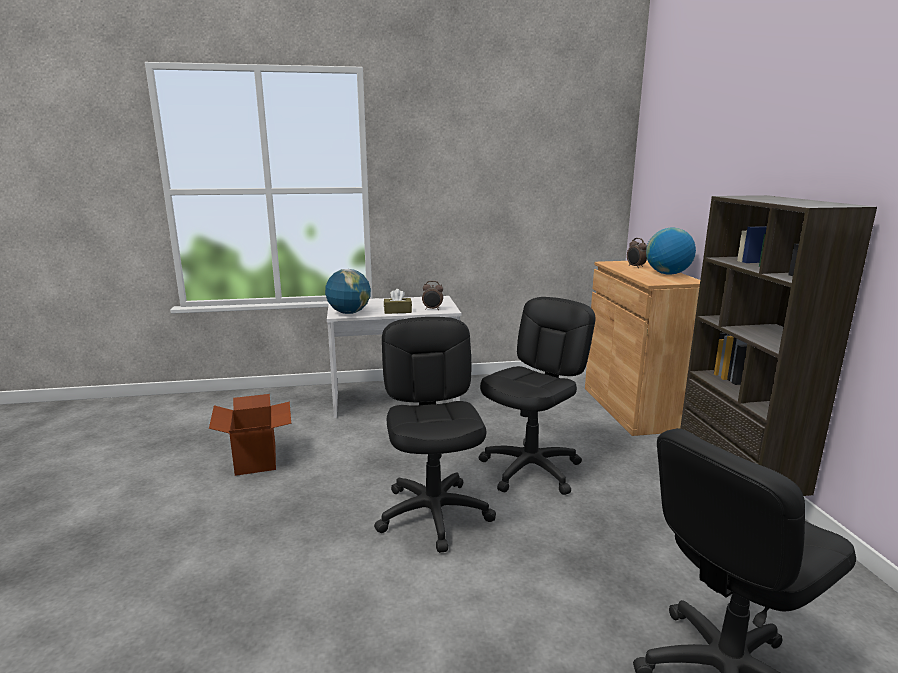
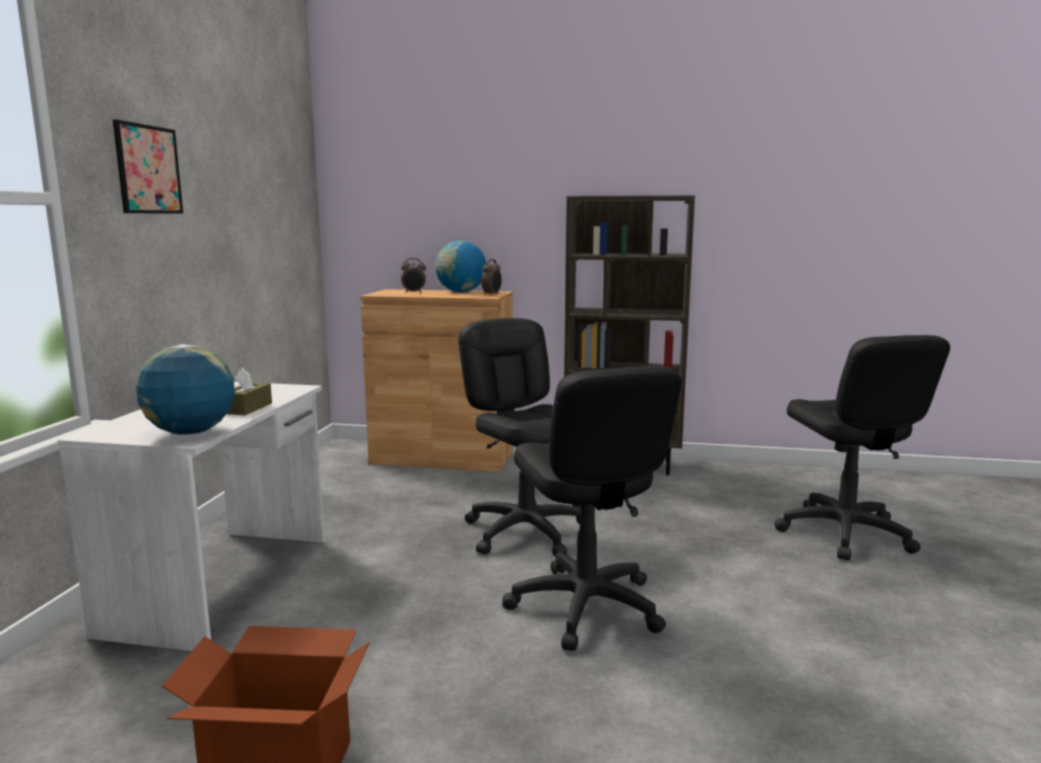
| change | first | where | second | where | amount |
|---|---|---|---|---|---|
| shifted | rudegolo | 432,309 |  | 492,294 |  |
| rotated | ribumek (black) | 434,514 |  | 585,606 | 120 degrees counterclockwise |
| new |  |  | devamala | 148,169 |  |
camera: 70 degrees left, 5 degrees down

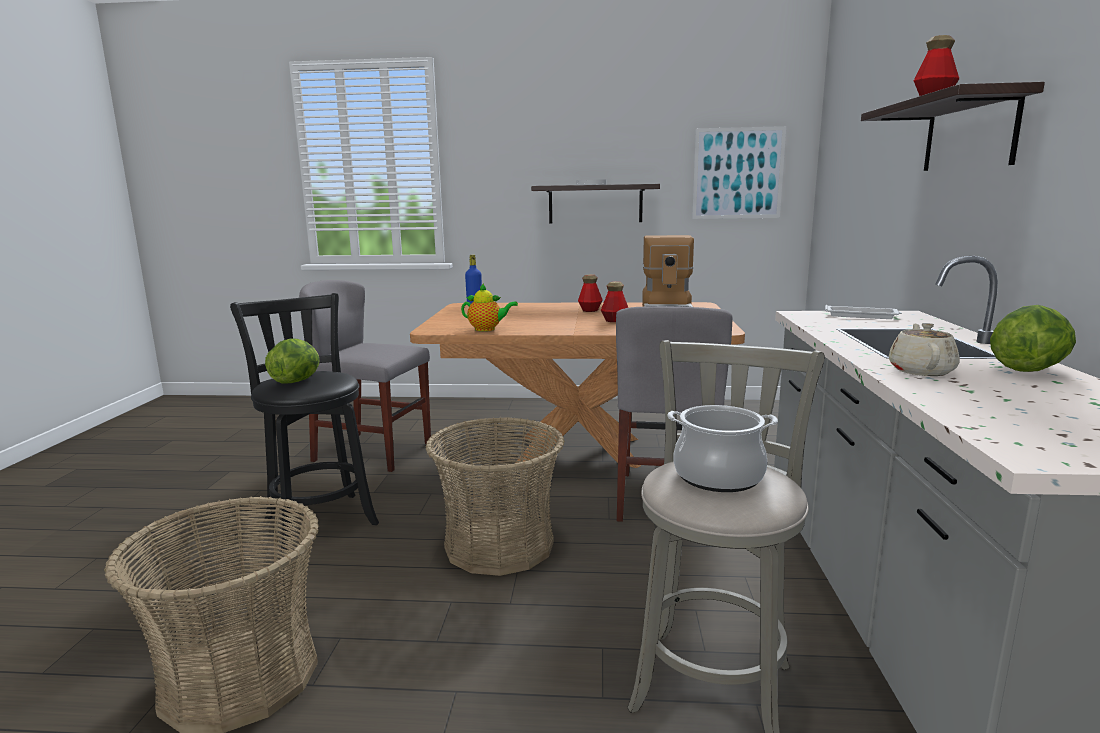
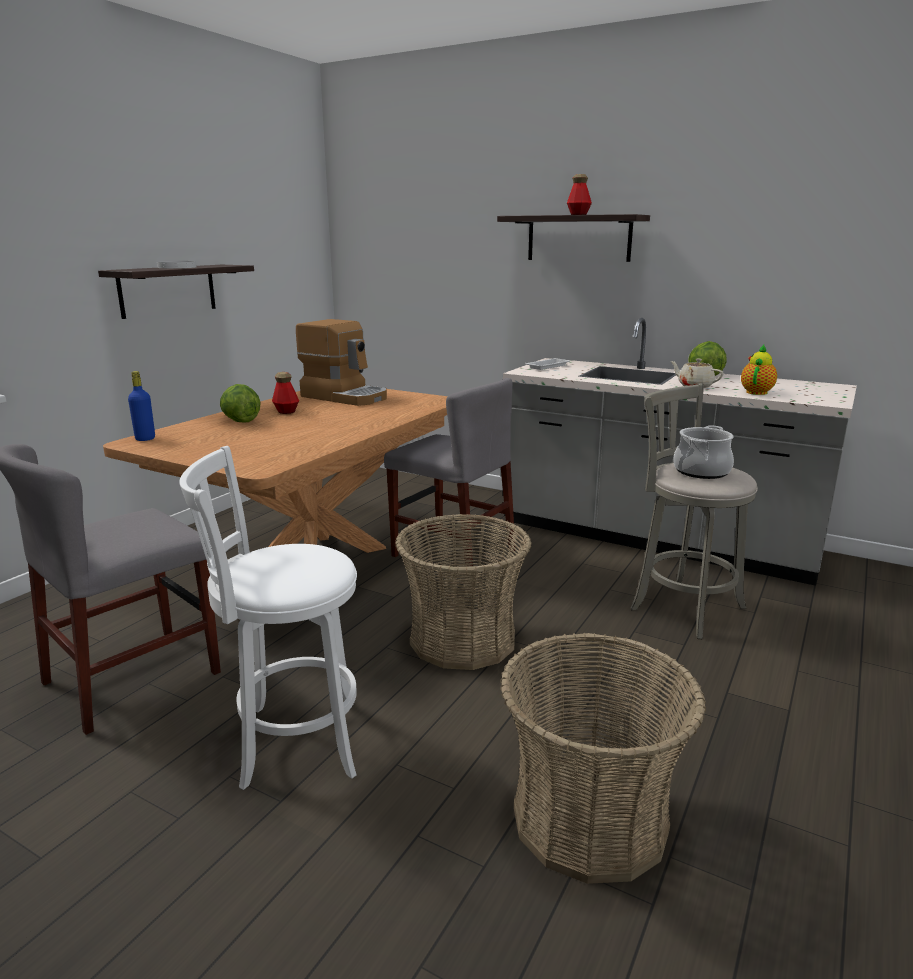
| change | first | where | second | where | amount |
|---|---|---|---|---|---|
| gone | devamala | 738,173 |  |  |  |
| gone | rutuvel | 614,320 |  |  |  |
| shifted | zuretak | 487,329 |  | 757,392 |  |
| repainted | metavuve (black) | 319,518 | metavuve (white) | 292,741 |  |
| shifted | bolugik | 297,381 |  | 240,421 |  |
camera: 65 degrees left, 5 degrees up

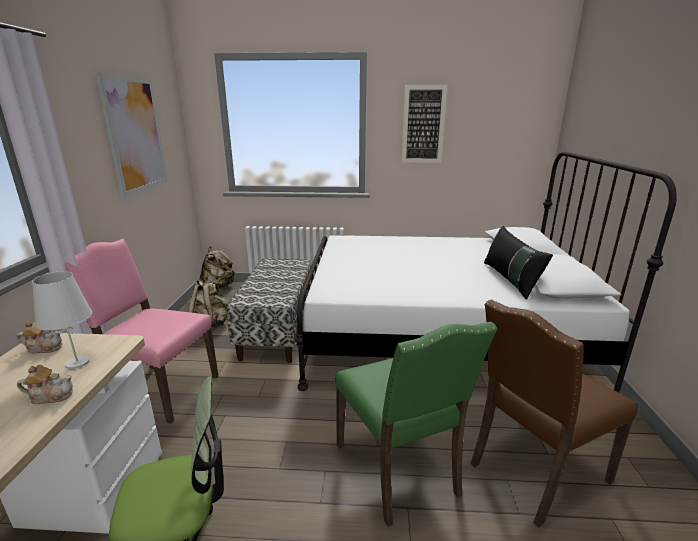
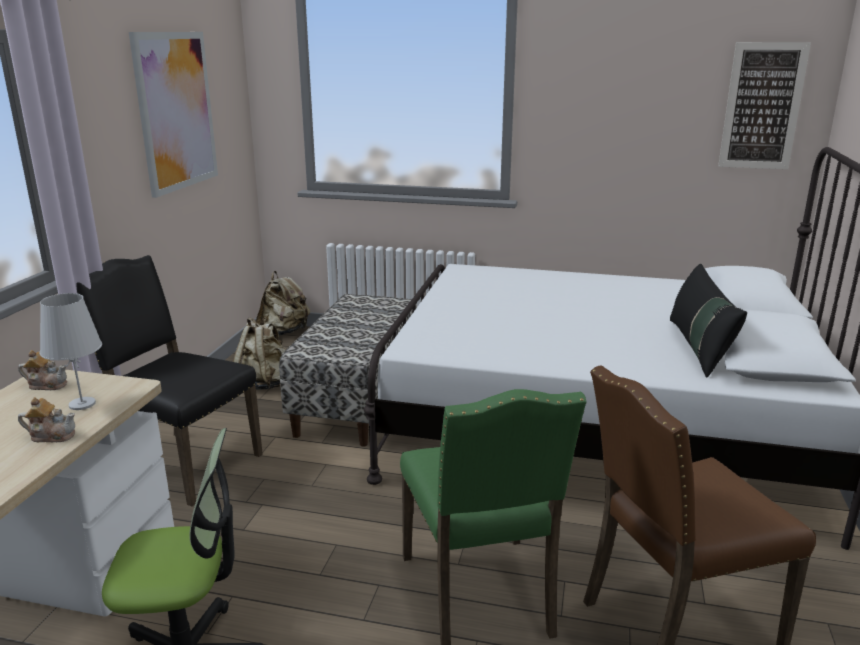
| change | first | where | second | where | amount |
|---|---|---|---|---|---|
| shifted | devamala | 423,125 |  | 762,106 |  |
| repainted | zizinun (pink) | 160,389 | zizinun (black) | 184,463 |  |
camera: 10 degrees right, 0 degrees up

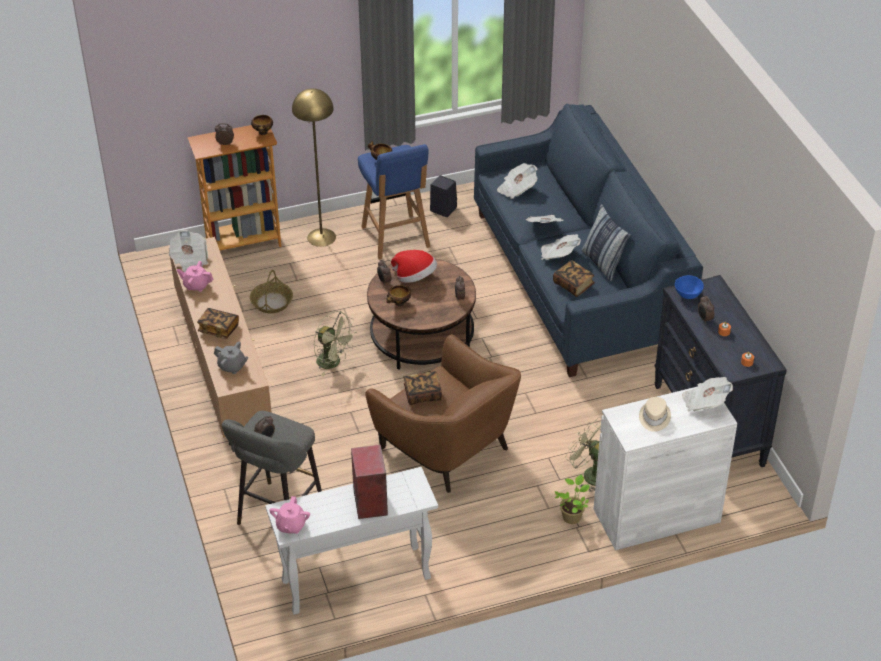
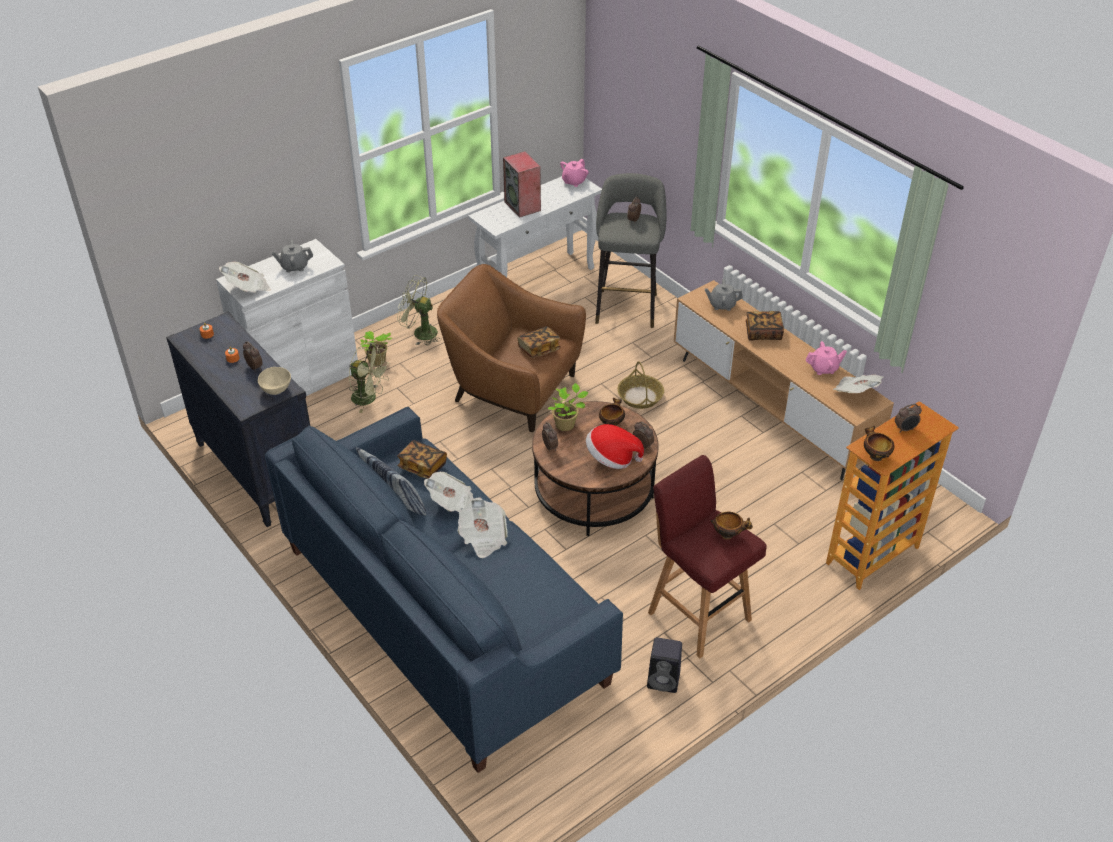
| change | first | where | second | where | amount |
|---|---|---|---|---|---|
| gone | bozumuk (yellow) | 321,237 |  |  |  |
| repainted | metavuve (blue) | 396,238 | metavuve (red) | 697,614 |  |
| gone | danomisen | 517,189 |  |  |  |
| shifted | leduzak | 272,302 |  | 640,396 |  |
| repainted | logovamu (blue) | 687,295 | logovamu (beige) | 276,389 |  |
| shifted | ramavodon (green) | 333,363 |  | 420,333 |  |
| swapped | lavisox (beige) | 654,418 | zuretak (grey) | 294,266 |  |
| rotated | zuretak (pink) | 291,526 |  | 574,181 | 135 degrees counterclockwise |
| new |  |  | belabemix | 566,425 |  |
camera: 160 degrees right, 0 degrees up

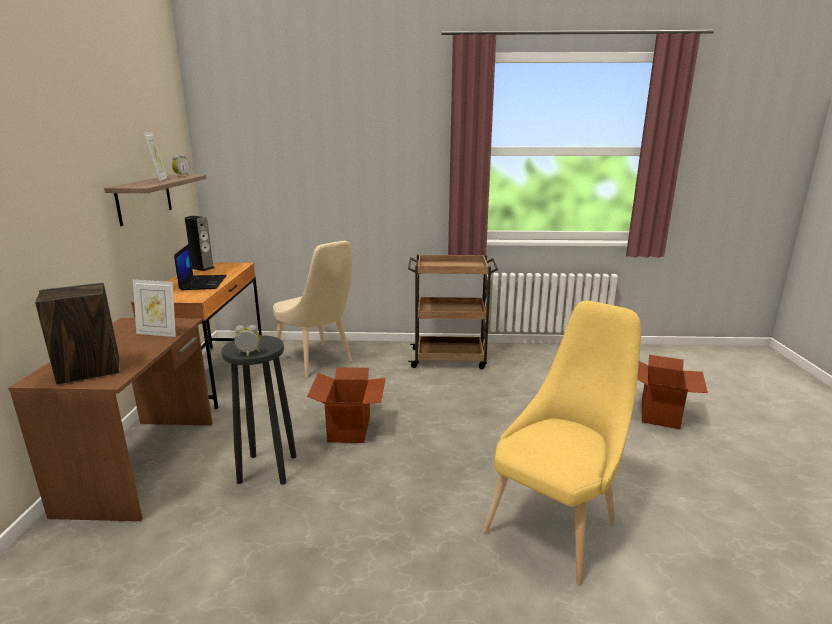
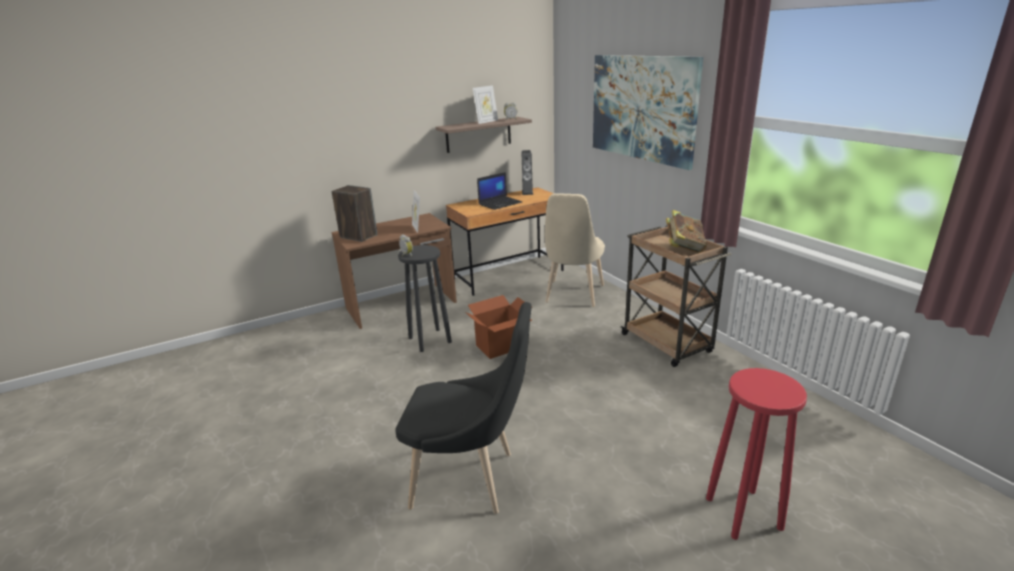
| change | first | where | second | where | amount |
|---|---|---|---|---|---|
| repainted | zizinun (yellow) | 556,523 | zizinun (black) | 471,479 |  |
| swapped | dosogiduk | 660,414 | metavuve (red) | 744,514 |  |
| new |  |  | devamala | 641,108 |  |
| new |  |  | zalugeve | 684,248 |  |
camera: 60 degrees right, 5 degrees up

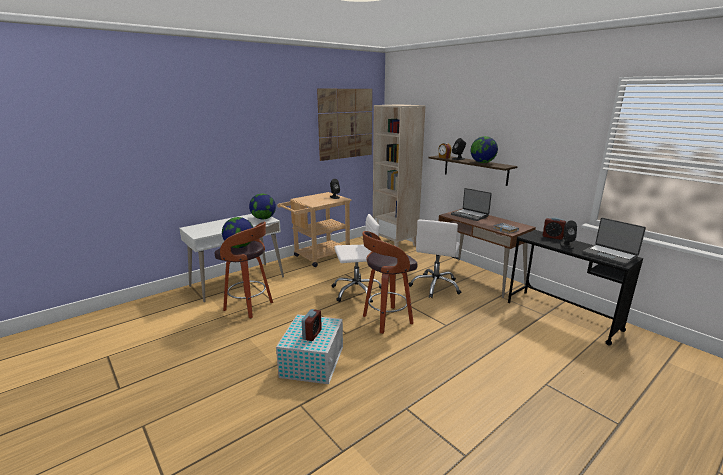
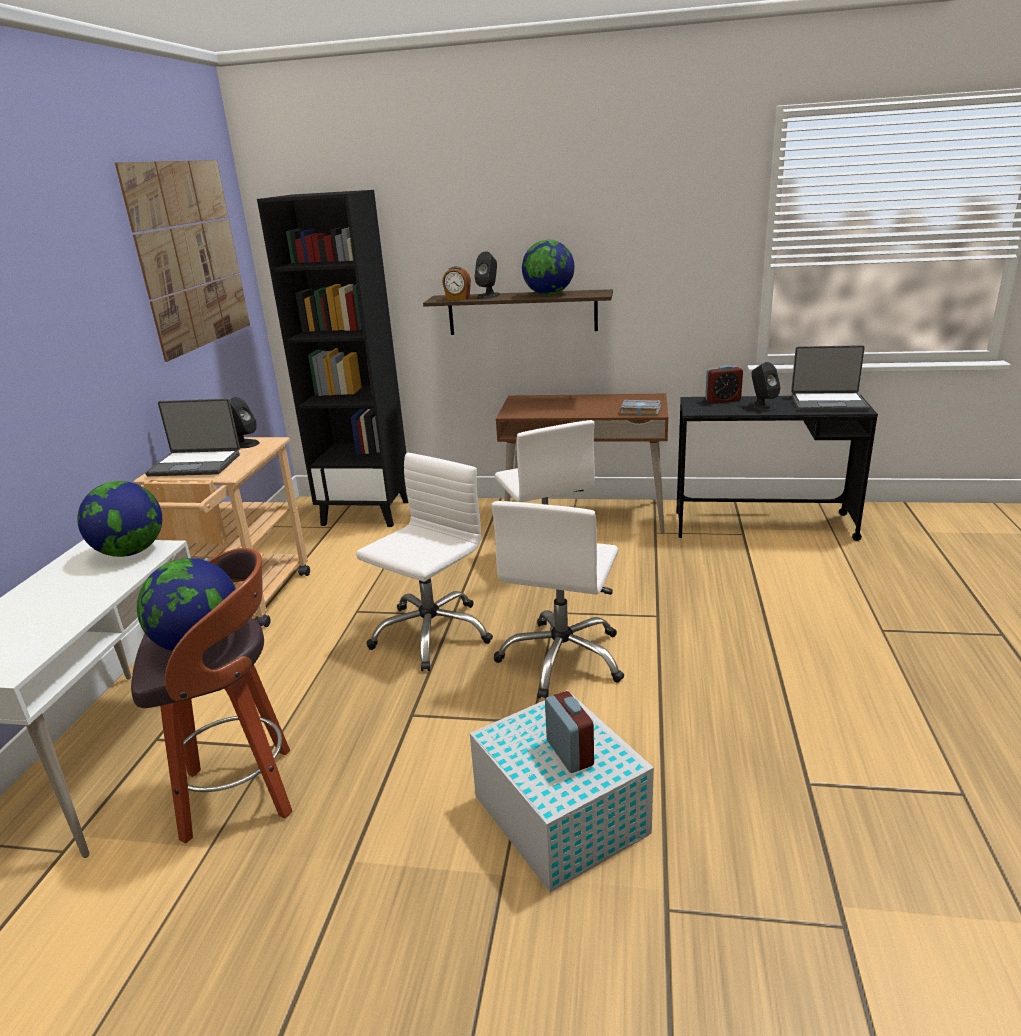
| change | first | where | second | where | amount |
|---|---|---|---|---|---|
| repainted | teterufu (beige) | 395,244 | teterufu (black) | 367,513 |  |
| shifted | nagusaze | 470,215 |  | 196,464 |  |
| swapped | metavuve | 386,320 | ribumek (white) | 563,659 |  |
camera: 40 degrees left, 5 degrees up

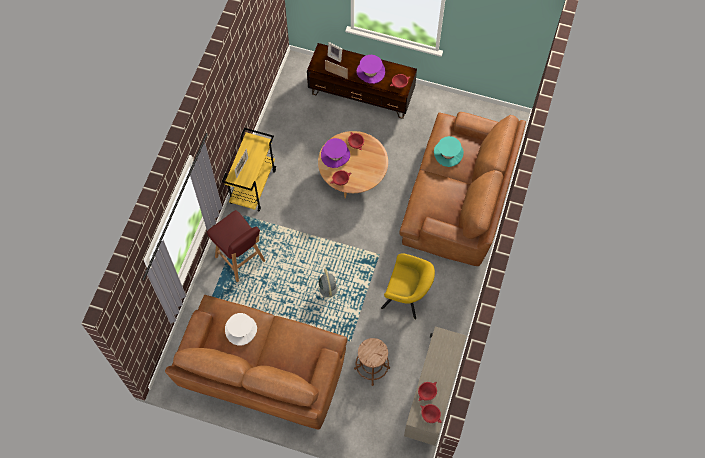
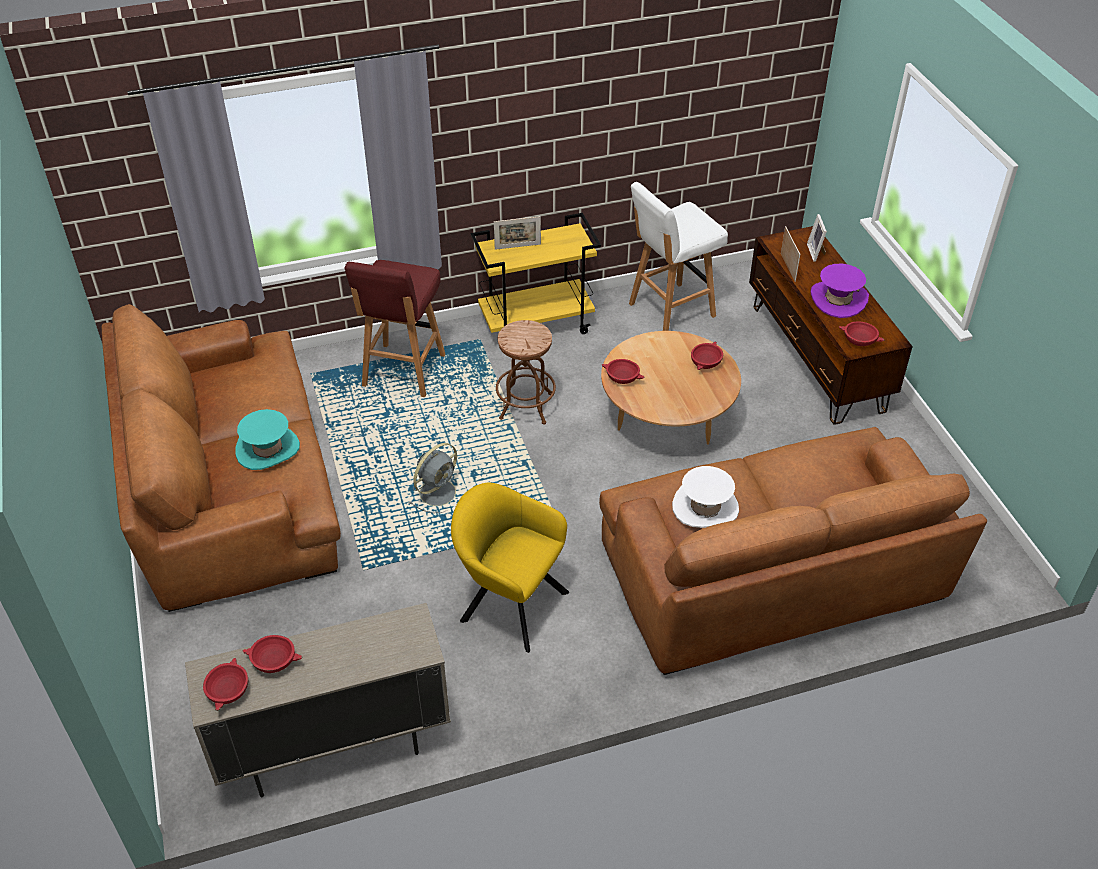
| change | first | where | second | where | amount |
|---|---|---|---|---|---|
| shifted | lavisox (turquoise) | 448,153 |  | 268,449 |  |
| gone | lavisox (purple) | 335,155 |  |  |  |
| rotated | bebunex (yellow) | 407,297 |  | 509,603 | 135 degrees clockwise |
| shifted | lavisox (white) | 241,330 |  | 705,507 |  |
| shifted | metavuve (brown) | 372,368 |  | 526,406 |  |
| new |  |  | metavuve (white) | 670,310 |  |
camera: 55 degrees right, 20 degrees down

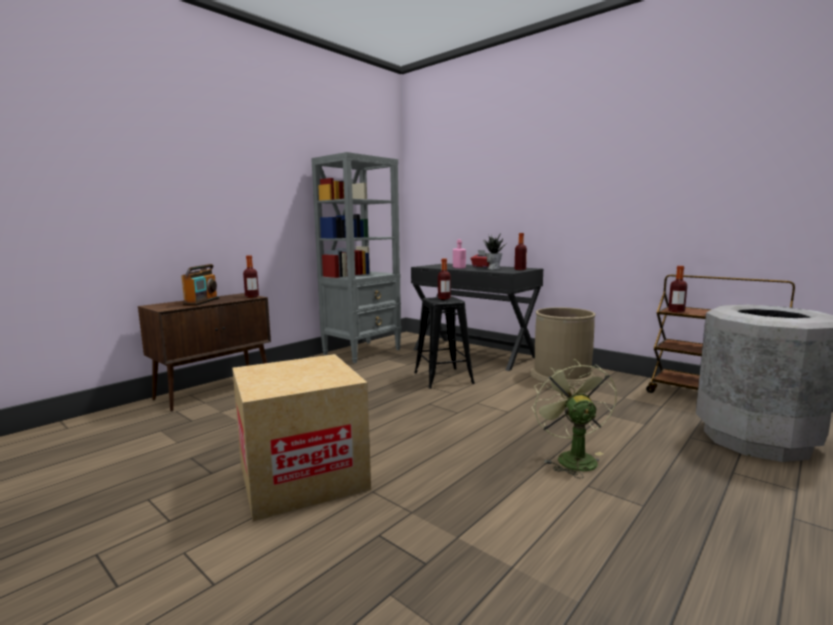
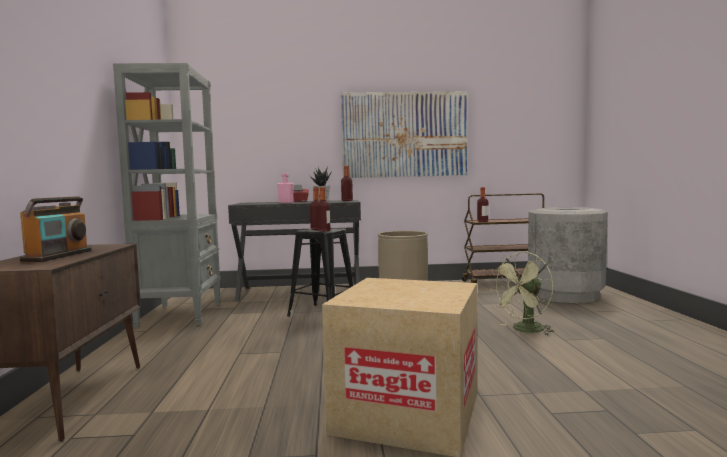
| change | first | where | second | where | amount |
|---|---|---|---|---|---|
| shifted | rutuvel | 252,296 |  | 323,230 |  |
| rotated | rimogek | 202,302 |  | 58,256 | 45 degrees clockwise |
| rotated | ramavodon (green) | 571,458 |  | 524,330 | 75 degrees counterclockwise |
| new |  |  | devamala | 404,135 |  |
camera: 45 degrees left, 5 degrees down

